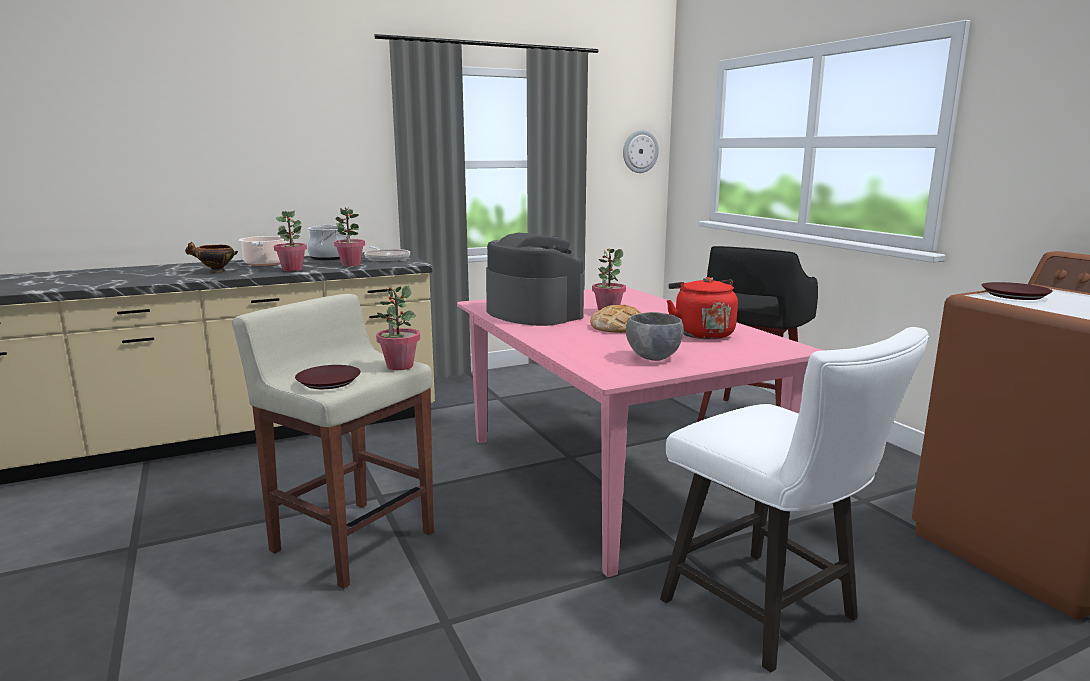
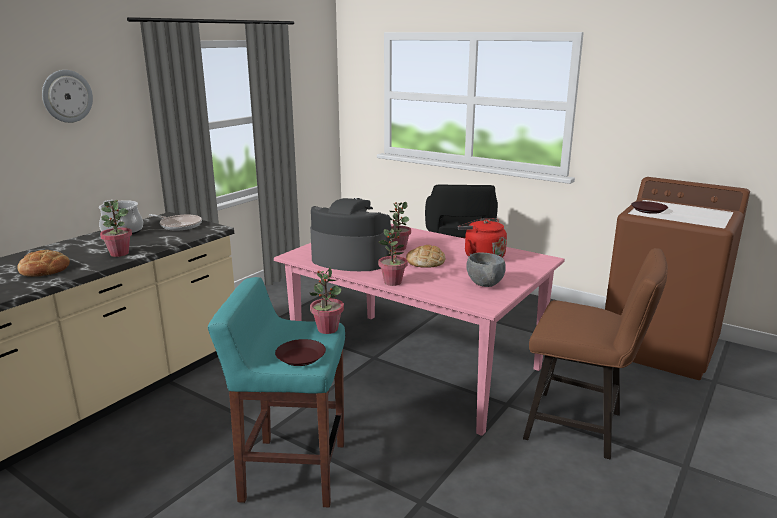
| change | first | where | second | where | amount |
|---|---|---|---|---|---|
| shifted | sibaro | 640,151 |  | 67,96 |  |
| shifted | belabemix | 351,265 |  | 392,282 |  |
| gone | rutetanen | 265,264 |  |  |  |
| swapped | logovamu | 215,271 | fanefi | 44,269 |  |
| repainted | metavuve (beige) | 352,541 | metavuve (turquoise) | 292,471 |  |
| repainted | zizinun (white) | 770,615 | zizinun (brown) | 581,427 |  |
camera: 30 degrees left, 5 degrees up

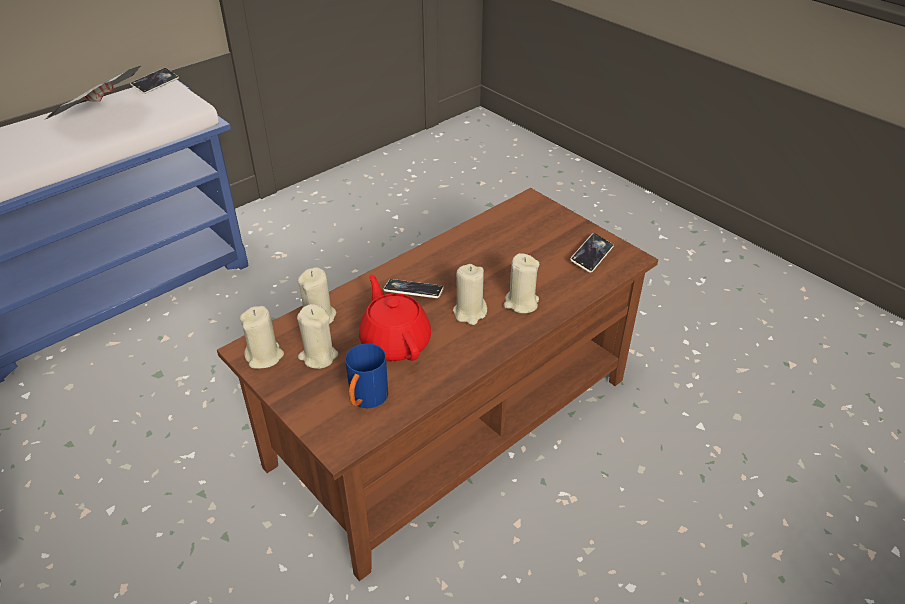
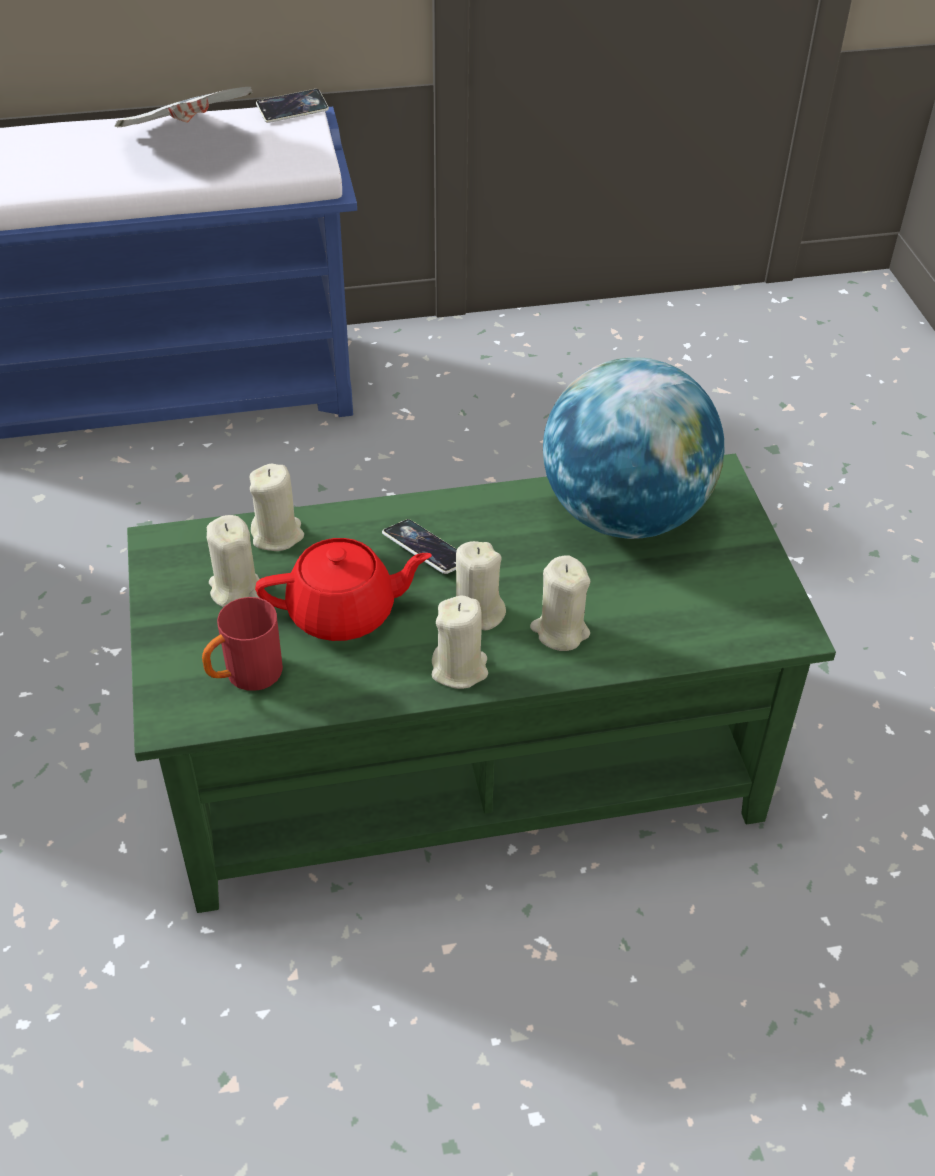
| change | first | where | second | where | amount |
|---|---|---|---|---|---|
| repainted | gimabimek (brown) | 452,420 | gimabimek (green) | 465,761 |  |
| gone | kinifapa | 591,255 |  |  |  |
| rotated | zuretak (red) | 395,342 |  | 344,613 | 75 degrees clockwise |
| shifted | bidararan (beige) | 265,356 |  | 459,669 |  |
| repainted | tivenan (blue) | 366,400 | tivenan (red) | 244,676 |  |
| new |  |  | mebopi | 625,514 |  |
camera: 30 degrees right, 5 degrees up

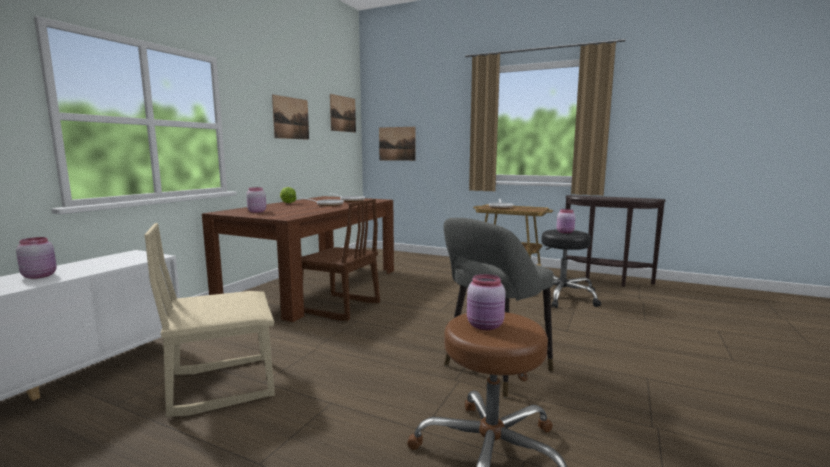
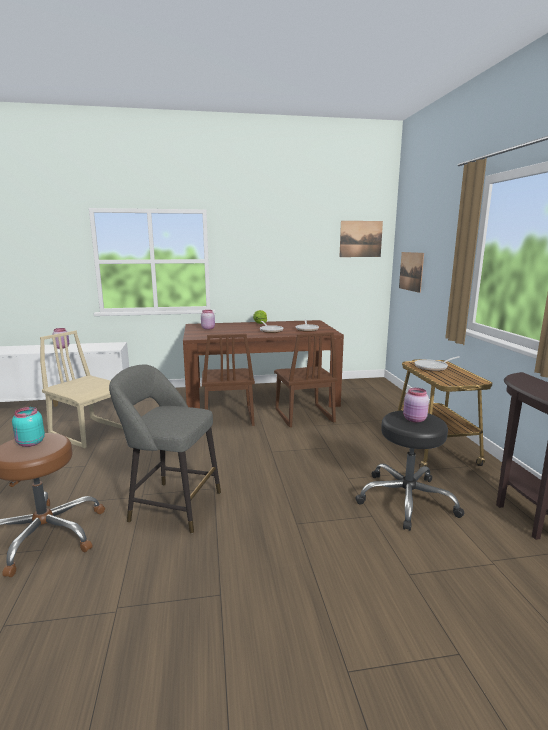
| change | first | where | second | where | amount |
|---|---|---|---|---|---|
| gone | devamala | 291,118 |  |  |  |
| repainted | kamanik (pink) | 486,326 | kamanik (turquoise) | 30,443 |  |
| new |  |  | zizinun (brown) | 303,416 |  |
camera: 55 degrees right, 5 degrees up

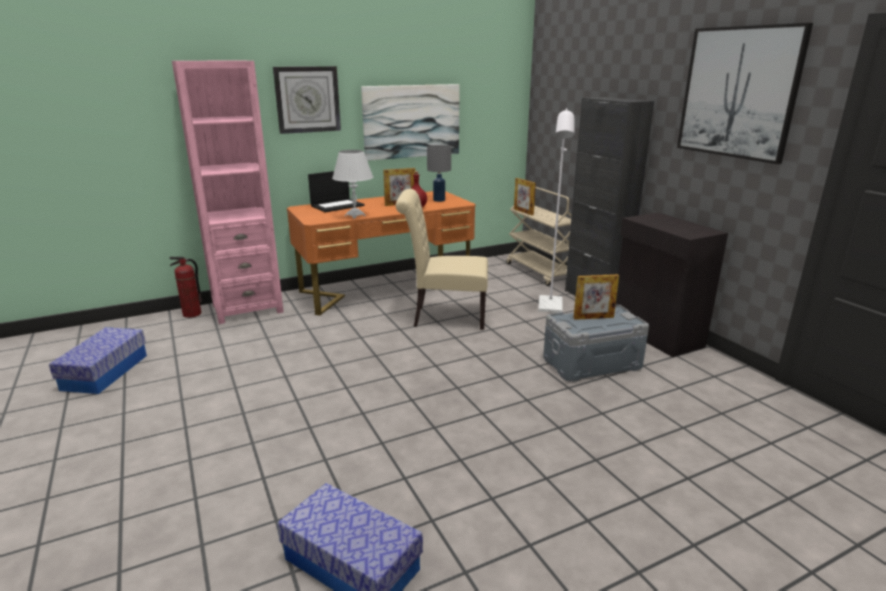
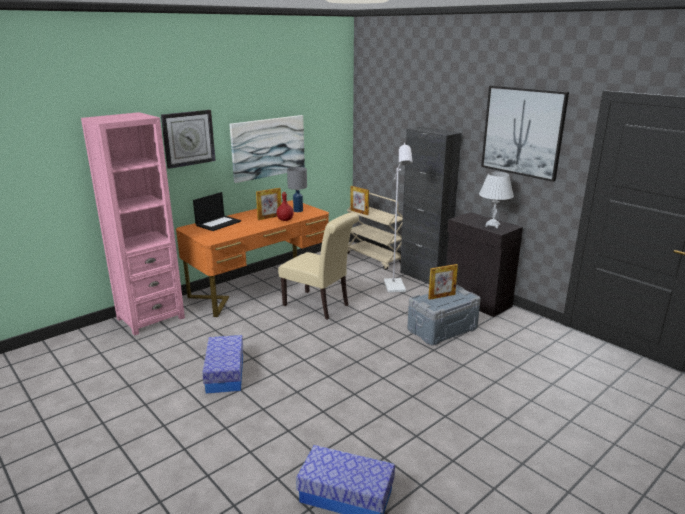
| change | first | where | second | where | amount |
|---|---|---|---|---|---|
| shifted | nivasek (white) | 355,216 |  | 492,225 |  |
| rotated | zizinun (beige) | 444,317 |  | 319,306 | 135 degrees counterclockwise |
| gone | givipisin | 192,314 |  |  |  |
| shifted | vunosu | 105,372 |  | 225,373 |  |
camera: 15 degrees left, 0 degrees up

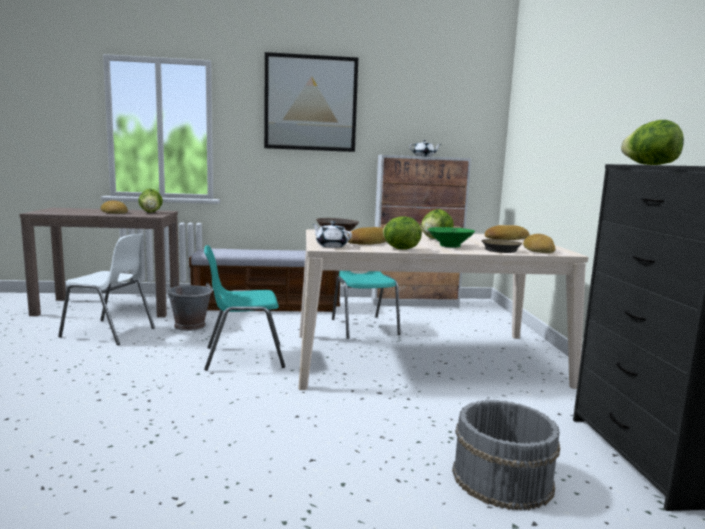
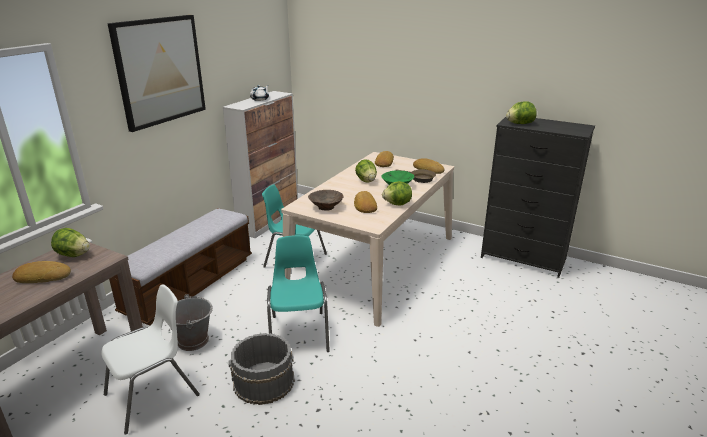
| change | first | where | second | where | amount |
|---|---|---|---|---|---|
| gone | zuretak (white) | 331,246 |  |  |  |
| rotated | zizinun (turquoise) | 243,357 |  | 299,333 | 150 degrees clockwise |
| shifted | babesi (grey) | 501,479 |  | 264,382 |  |
camera: 55 degrees left, 15 degrees up

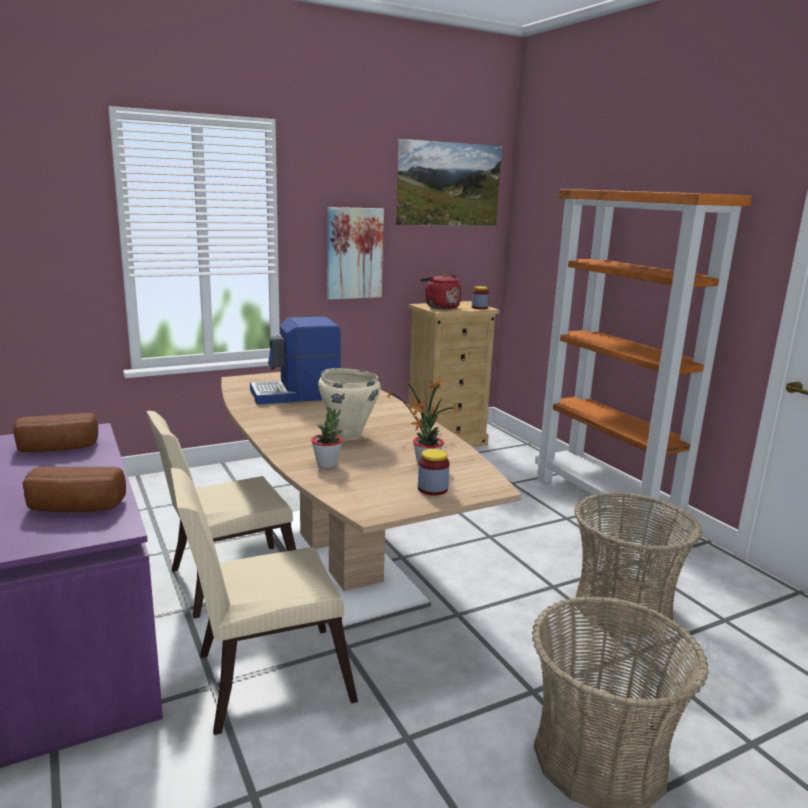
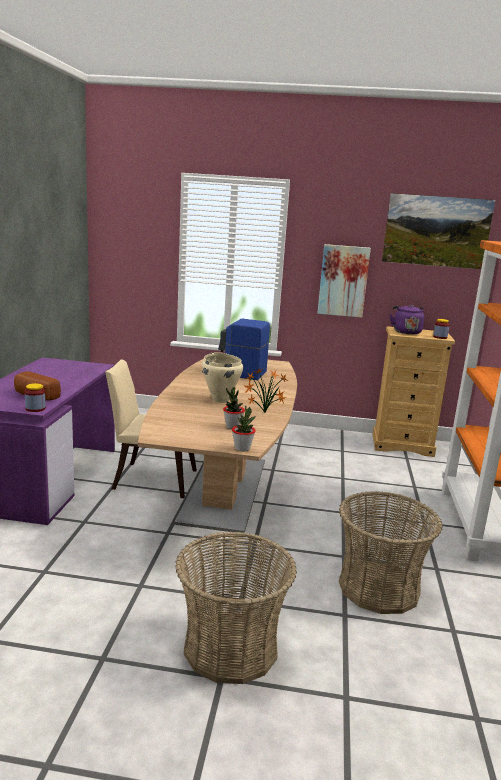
| change | first | where | second | where | amount |
|---|---|---|---|---|---|
| repainted | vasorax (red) | 440,307 | vasorax (purple) | 405,332 |  |
| shifted | belabemix | 327,464 |  | 242,448 |  |
| gone | fanefi | 57,449 |  |  |  |
| shifted | kamanik | 432,489 |  | 35,408 |  |
| gone | zizinun (beige) | 263,678 |  |  |  |
camera: 35 degrees right, 0 degrees up

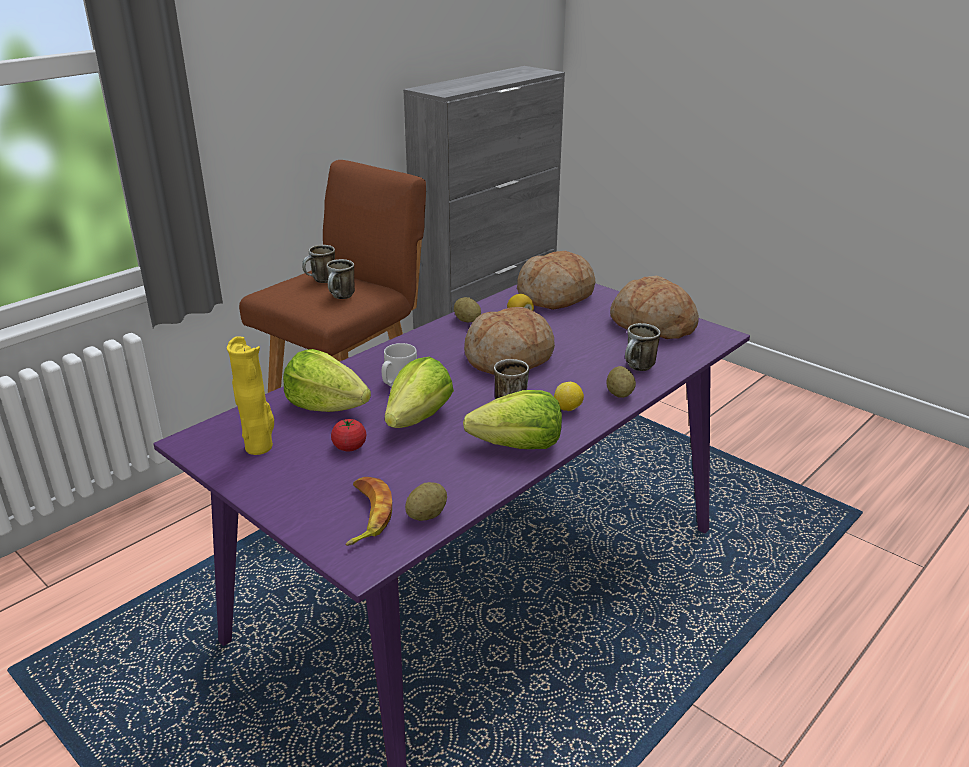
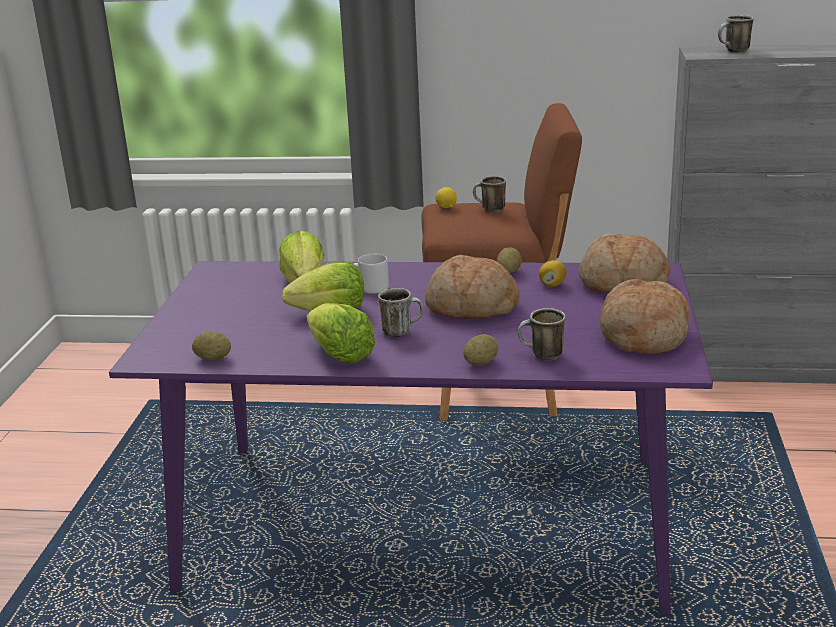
| change | first | where | second | where | amount |
|---|---|---|---|---|---|
| shifted | tivenan | 341,297 |  | 734,51 |  |
| gone | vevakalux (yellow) | 260,447 |  |  |  |
| shifted | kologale | 568,409 |  | 446,208 |  |
| gone | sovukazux | 349,447 |  |  |  |
| gone | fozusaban | 365,515 |  |  |  |
camera: 55 degrees right, 5 degrees down

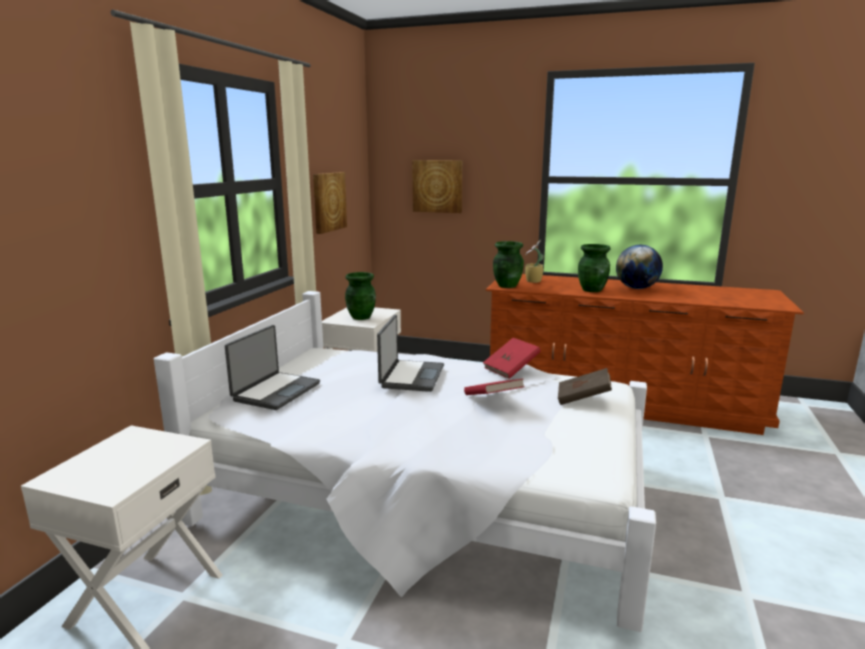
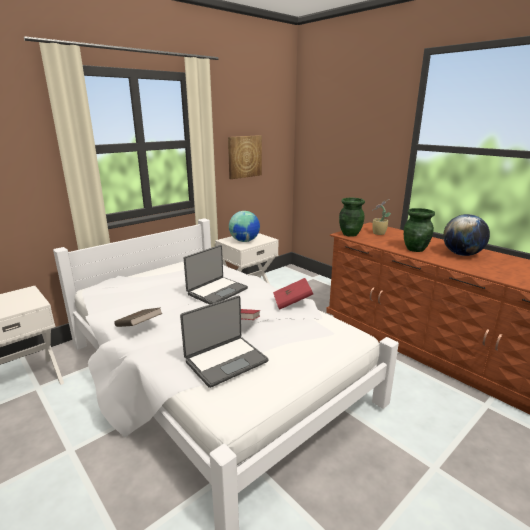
| change | first | where | second | where | amount |
|---|---|---|---|---|---|
| gone | devamala | 437,186 |  |  |  |
| swapped | vevakalux (green) | 361,317 | mebopi | 244,241 |  |
| shifted | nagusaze | 275,391 |  | 225,361 |  |
| shifted | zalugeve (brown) | 583,399 |  | 139,327 |  |
camera: 30 degrees right, 5 degrees up

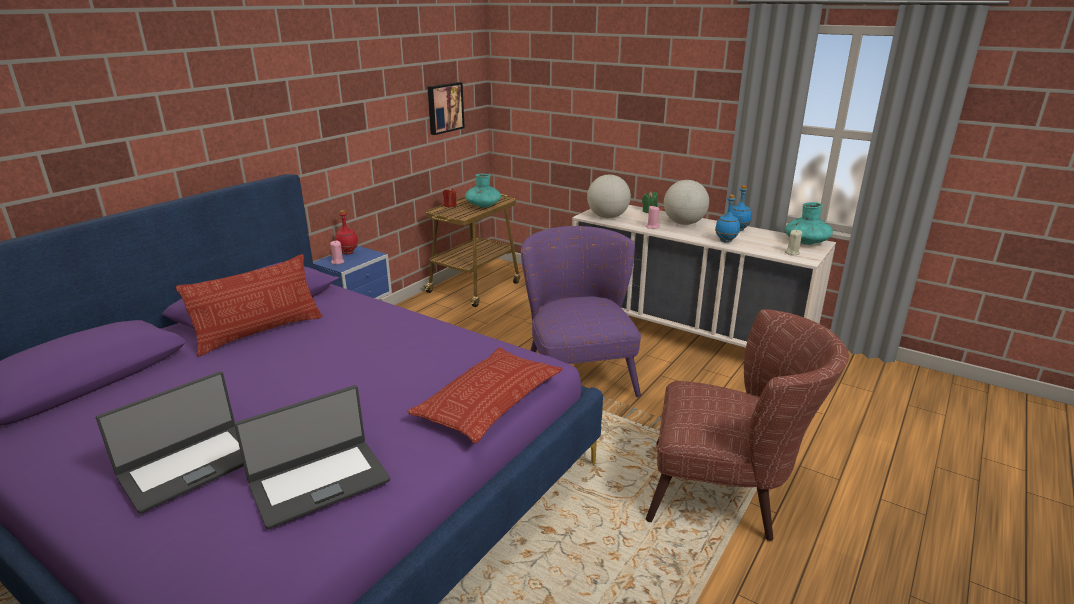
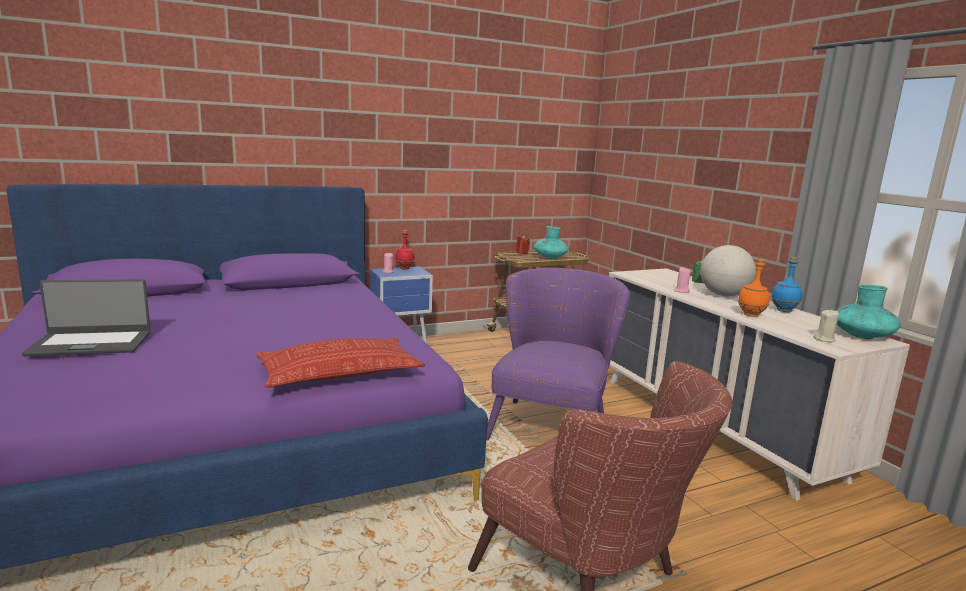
| change | first | where | second | where | amount |
|---|---|---|---|---|---|
| gone | devamala | 444,108 |  |  |  |
| gone | mebopi | 607,217 |  |  |  |
| repainted | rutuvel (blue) | 726,241 | rutuvel (orange) | 751,315 |  |
| gone | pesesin | 260,332 |  |  |  |
| gone | nagusaze | 319,482 |  |  |  |
camera: 30 degrees right, 10 degrees down

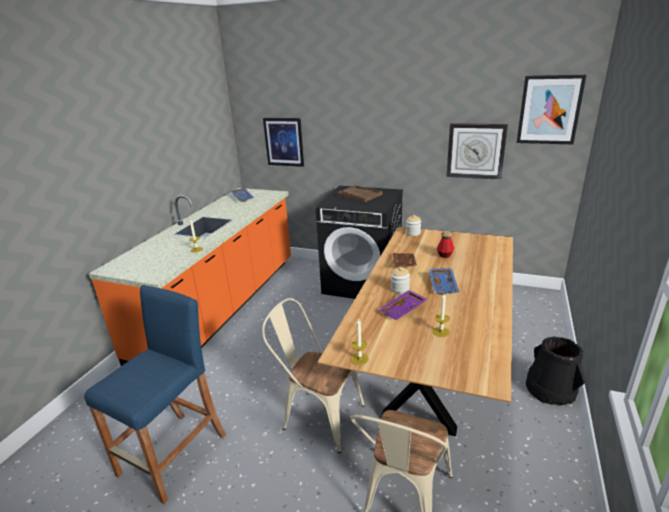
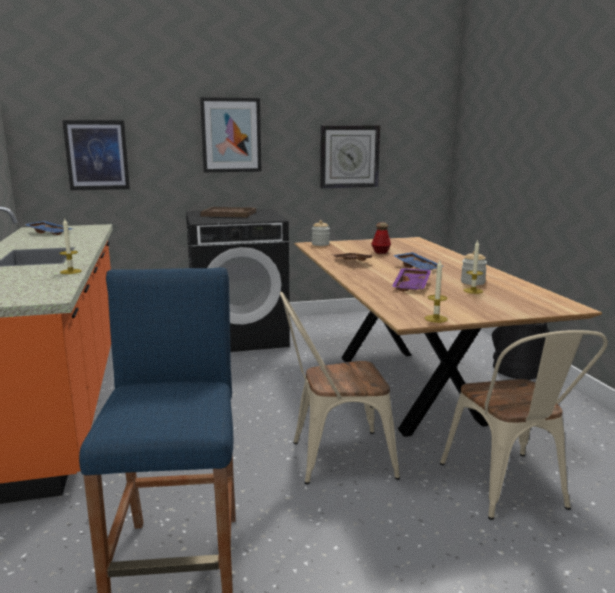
| change | first | where | second | where | amount |
|---|---|---|---|---|---|
| shifted | devamala | 549,110 |  | 231,135 |  |
| shifted | kamanik | 400,289 |  | 472,282 |  |
camera: 35 degrees left, 10 degrees down

